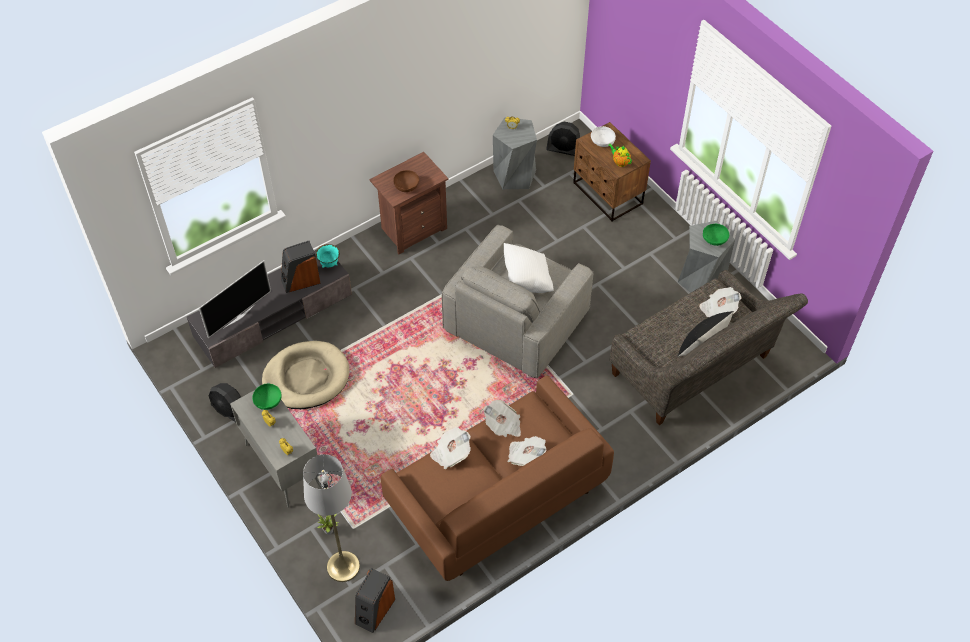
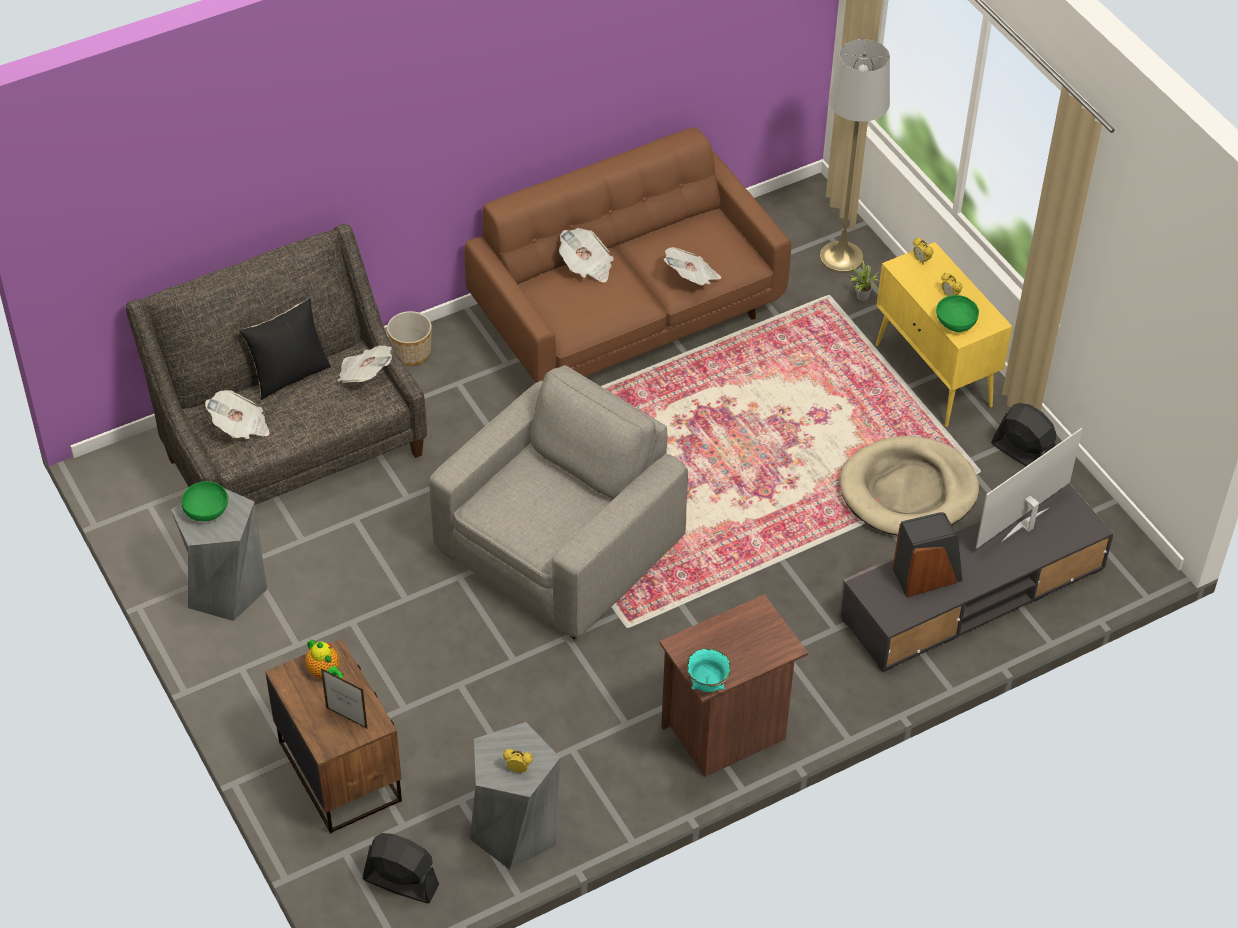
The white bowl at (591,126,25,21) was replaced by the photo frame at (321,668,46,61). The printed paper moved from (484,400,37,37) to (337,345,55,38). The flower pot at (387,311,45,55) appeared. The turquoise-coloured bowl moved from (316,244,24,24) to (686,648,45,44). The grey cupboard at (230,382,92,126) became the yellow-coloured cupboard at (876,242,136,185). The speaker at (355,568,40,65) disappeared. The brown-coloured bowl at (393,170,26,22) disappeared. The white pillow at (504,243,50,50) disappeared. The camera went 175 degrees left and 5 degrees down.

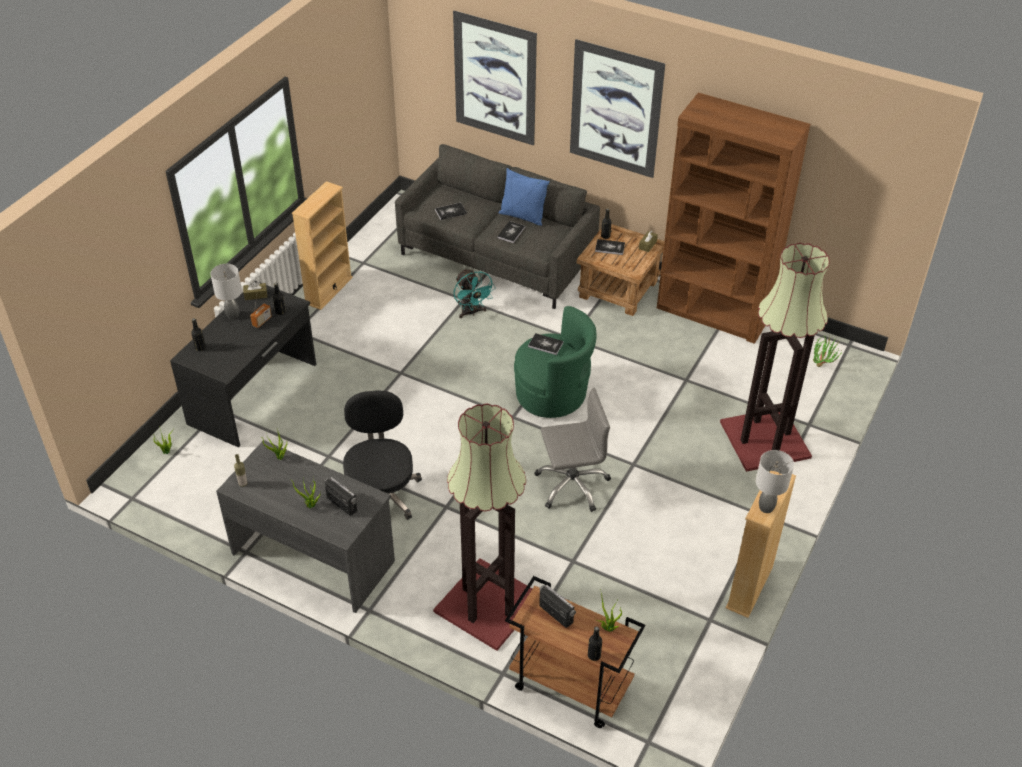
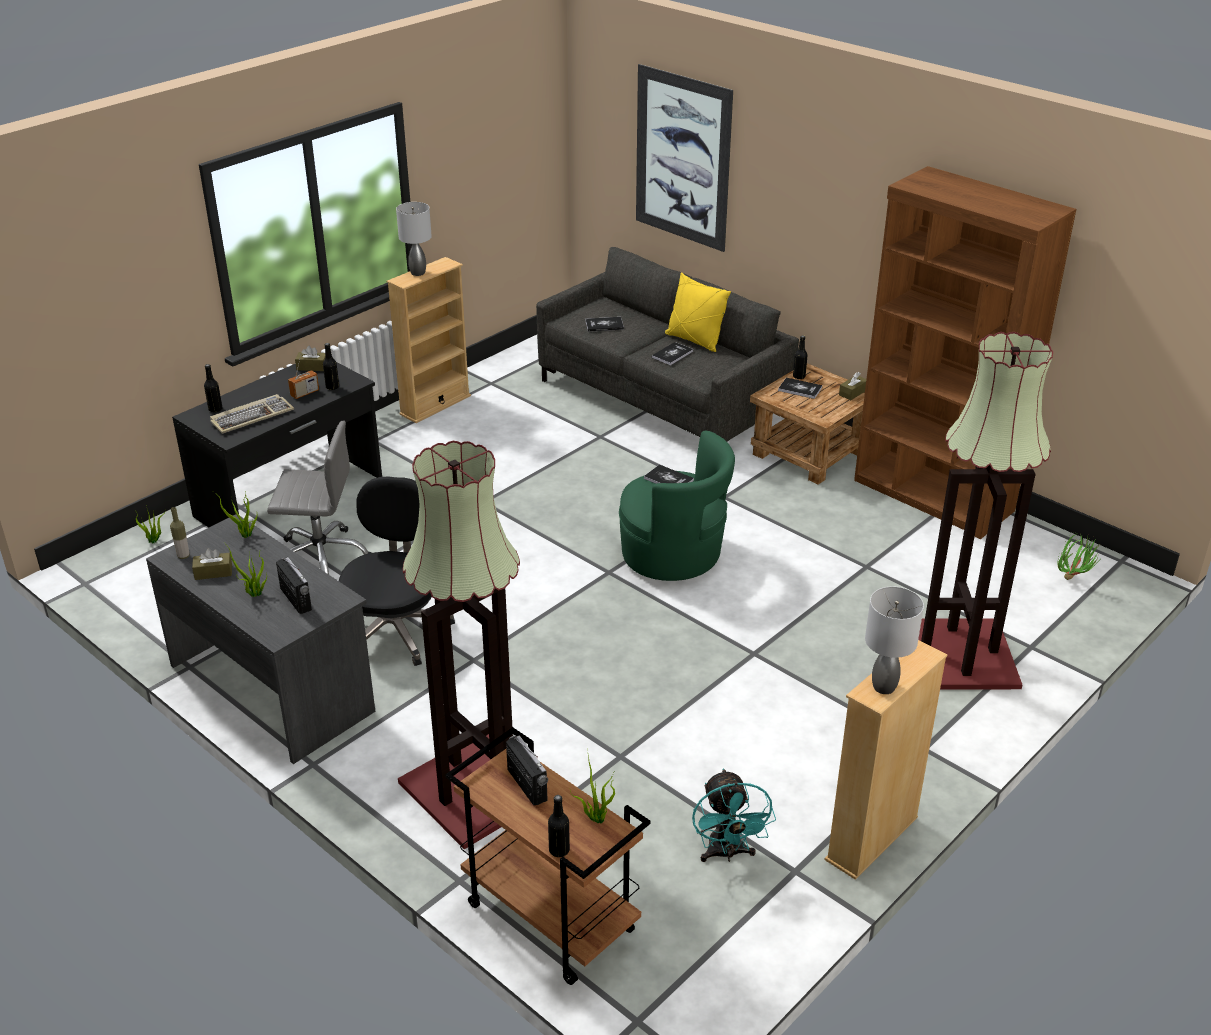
The brown-coloured box of tissues at (192,548,40,32) appeared. The keyboard at (210,394,84,40) appeared. The grey office chair moved from (534,388,77,124) to (267,421,105,153). The grey lamp for a table moved from (210,264,32,56) to (396,202,36,74). The blue pillow at (499,168,51,58) became the yellow-coloured pillow at (665,272,66,80). The turquoise-coloured cooling fan moved from (454,268,41,50) to (692,768,84,94). The wall picture at (570,39,95,139) disappeared. The camera went 15 degrees right and 10 degrees down.

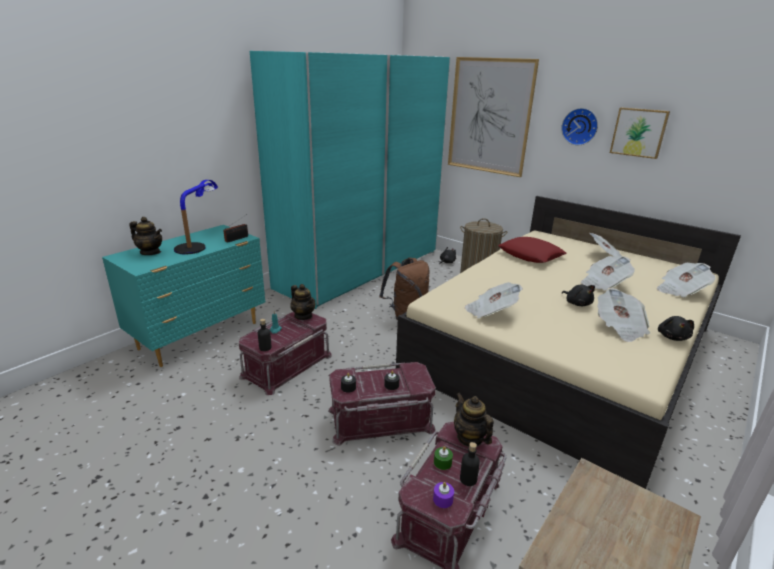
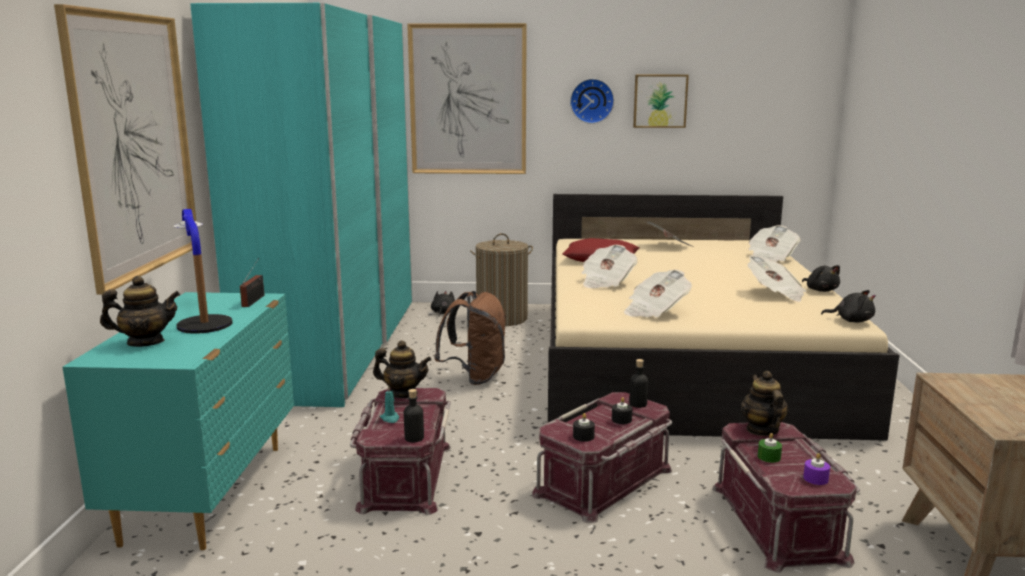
The wall picture at (54,4,143,291) appeared. The printed paper moved from (581,256,54,35) to (582,245,56,43). The black-coloured bottle moved from (460,442,20,44) to (630,359,18,49). The tea pot at (454,393,40,54) turned 60 degrees clockwise. The black-coloured cuddly toy moved from (562,285,33,21) to (821,290,55,33). The camera went 35 degrees left and 10 degrees down.

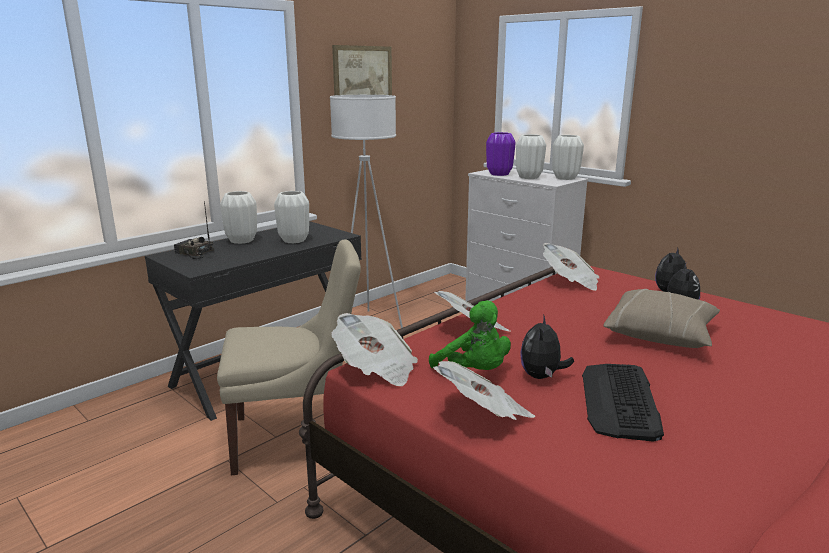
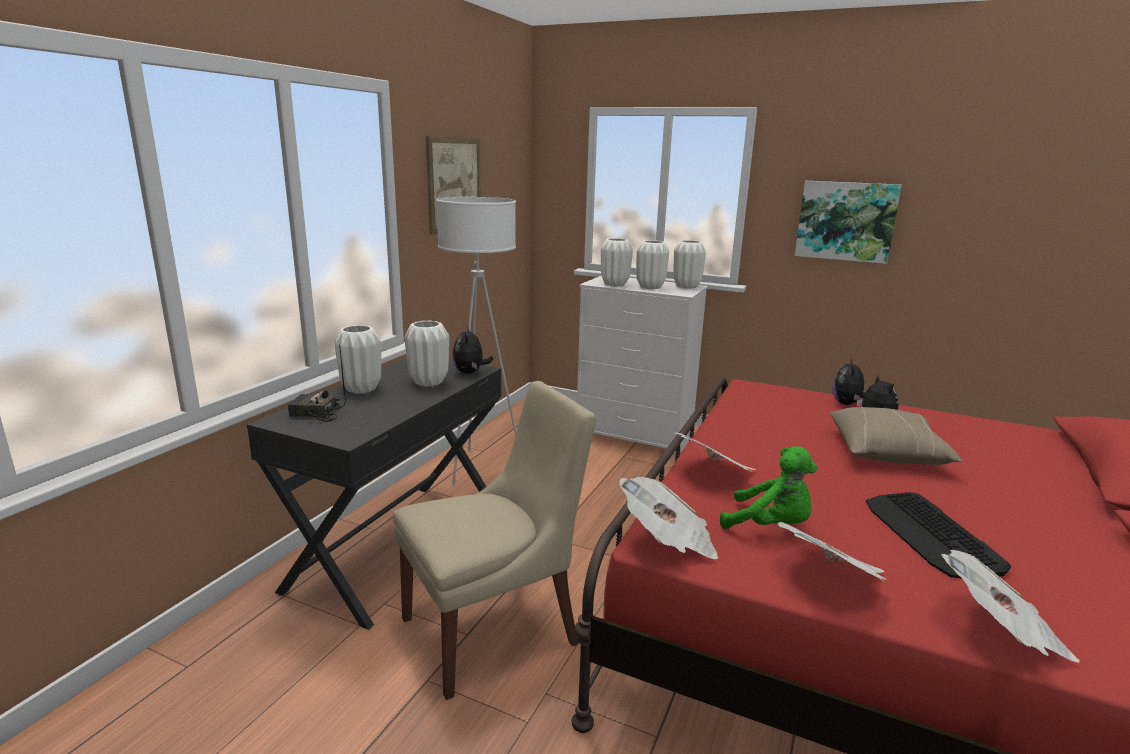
The cuddly toy moved from (520,314,54,65) to (452,325,41,49). The purple flower vase at (486,132,29,44) became the white flower vase at (601,238,32,49). The wall picture at (795,181,107,83) appeared. The printed paper moved from (543,243,56,48) to (941,550,139,113). The camera went 20 degrees left and 0 degrees up.

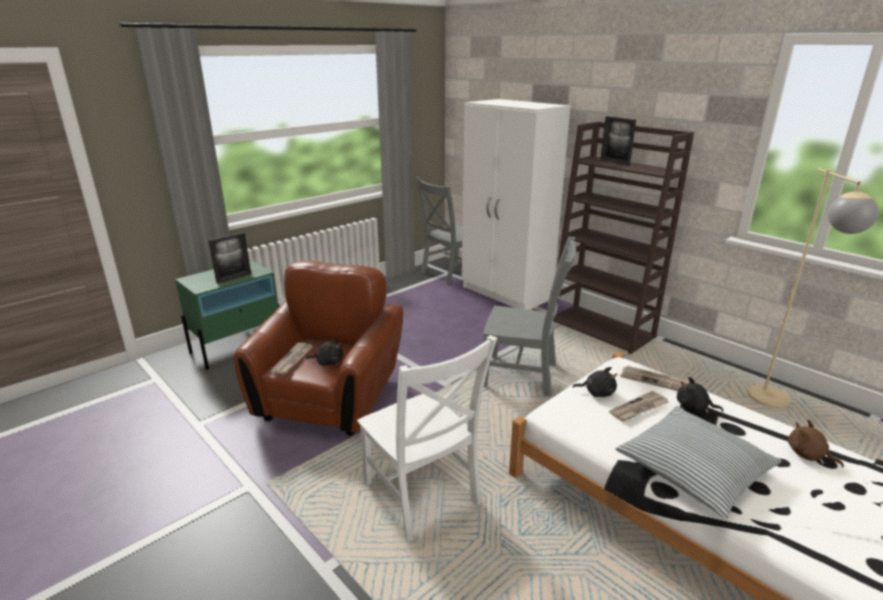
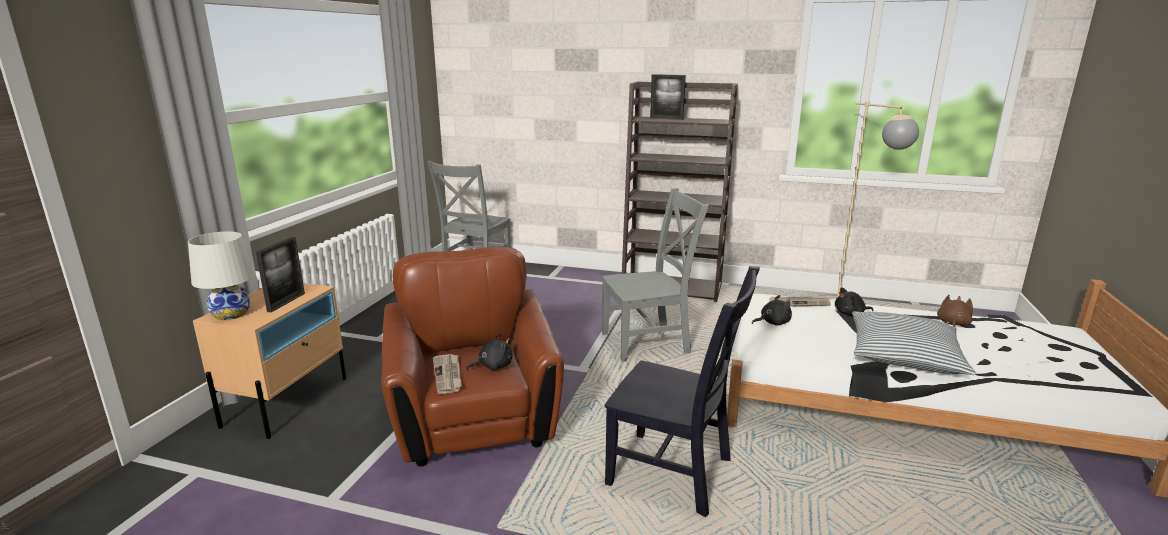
The white lamp for a table at (188,231,66,89) appeared. The greenish night table at (175,260,104,110) became the sand-coloured night table at (193,283,153,156). The white upright chair at (357,335,140,207) became the black-coloured upright chair at (604,266,156,251). The brown-coloured cuddly toy at (788,419,56,48) turned 105 degrees clockwise. The white wardrobe at (462,99,109,211) disappeared. The printed paper at (609,391,60,30) disappeared. The camera went 30 degrees left and 5 degrees down.

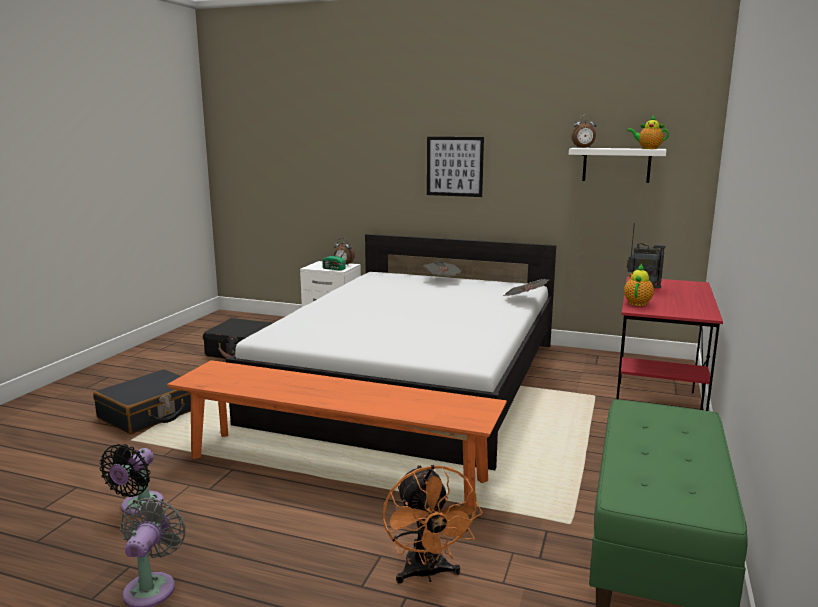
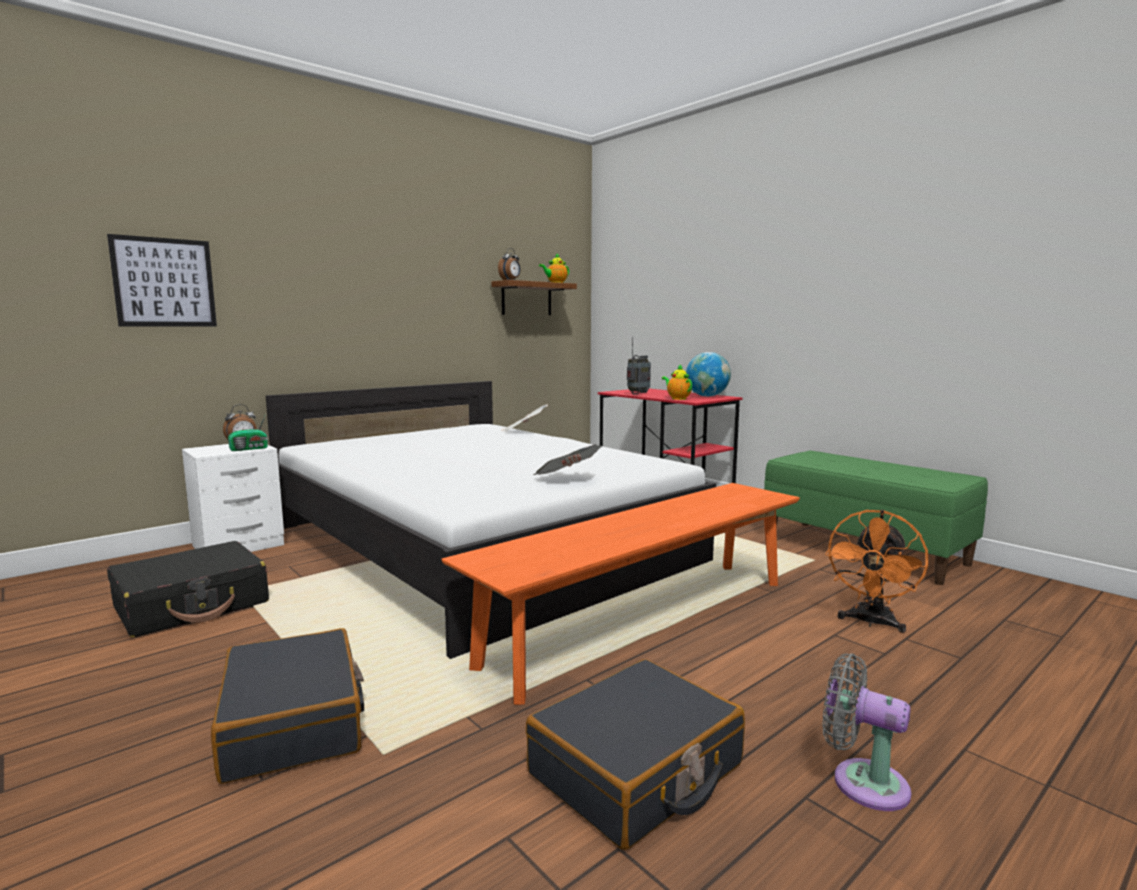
The wall picture moved from (427,137,57,60) to (107,234,110,93). The white wall shelf at (569,148,98,35) became the brown-coloured wall shelf at (492,280,85,35). The black-coloured cooling fan at (100,444,64,72) was replaced by the black-coloured travel case at (526,659,219,191). The printed paper moved from (423,262,39,15) to (533,444,69,31). The desk globe at (686,352,45,45) appeared. The orangey cooling fan at (382,465,101,119) turned 105 degrees clockwise. The camera went 60 degrees left and 5 degrees down.

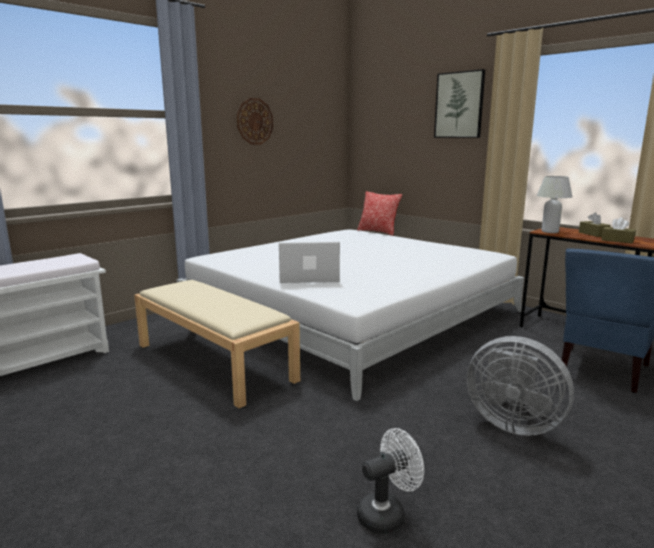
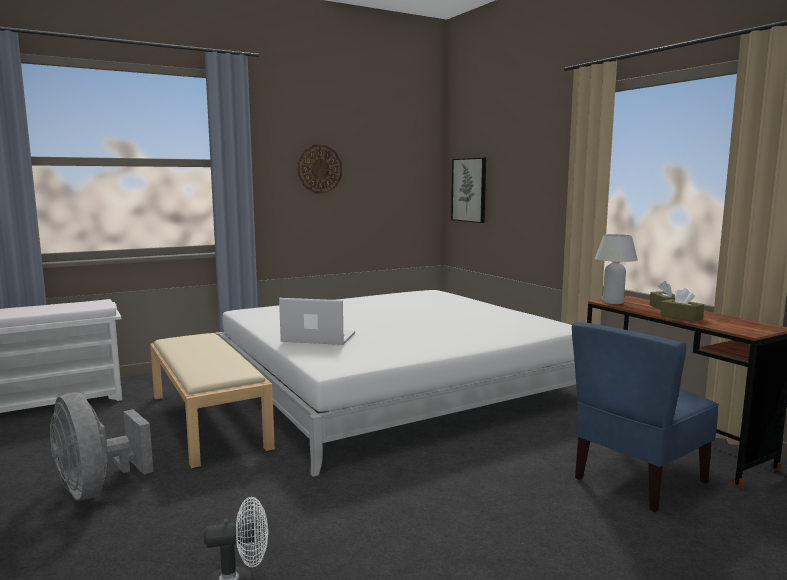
The grey cooling fan moved from (467,336,107,100) to (50,392,103,108). The wall picture moved from (434,69,51,69) to (451,158,35,65). The pillow at (357,191,45,45) disappeared. The camera went 15 degrees right and 5 degrees down.

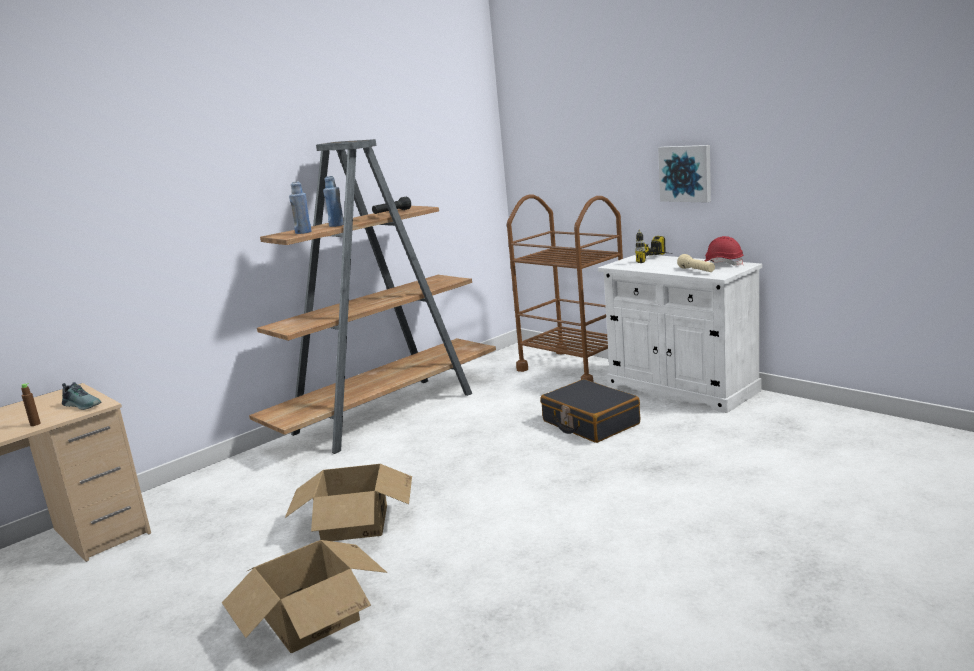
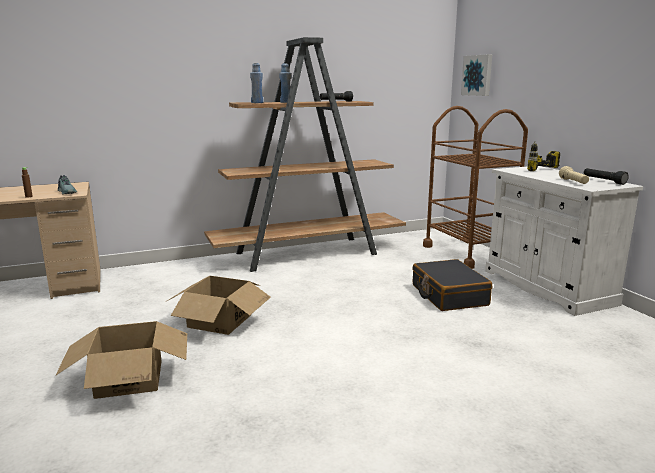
The wall picture moved from (658,145,53,57) to (461,54,31,42). The reddish work helmet at (705,236,39,30) was replaced by the black-coloured torch at (584,168,45,17). The camera went 20 degrees right and 0 degrees up.

